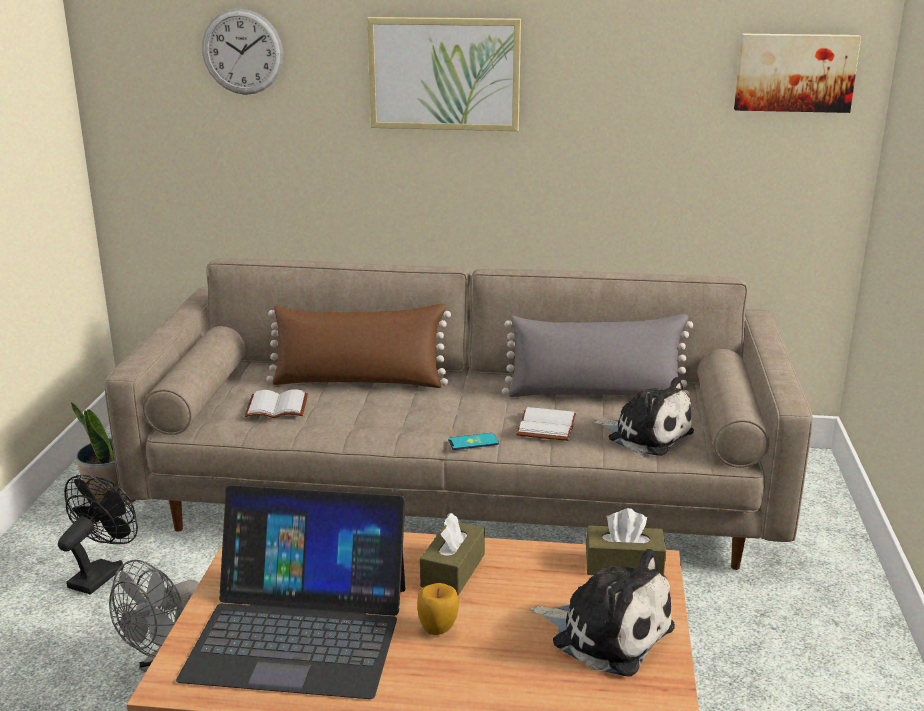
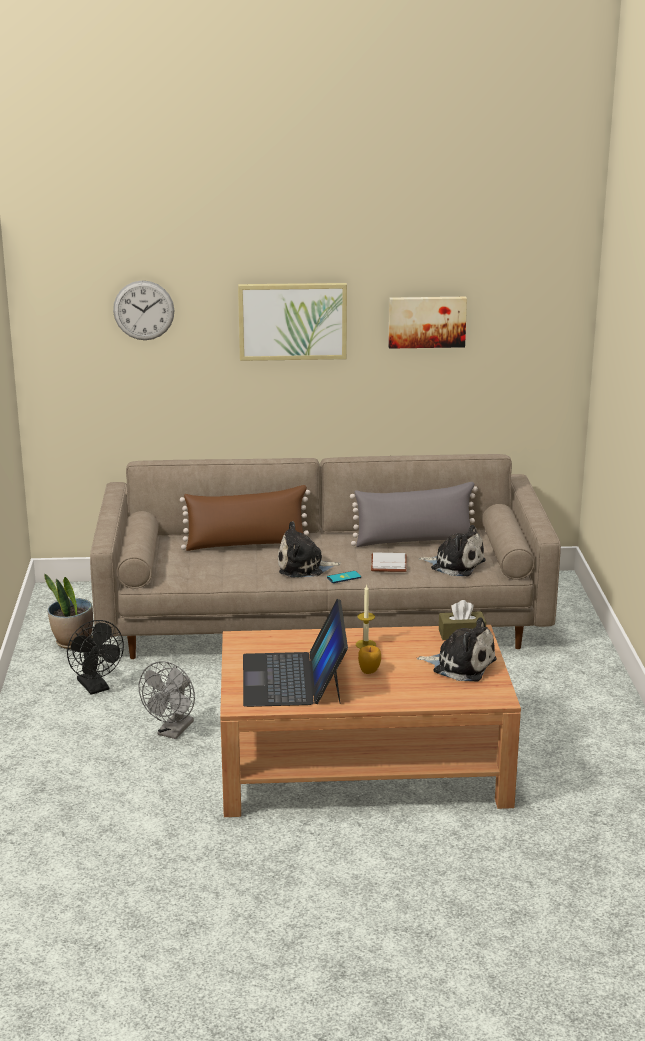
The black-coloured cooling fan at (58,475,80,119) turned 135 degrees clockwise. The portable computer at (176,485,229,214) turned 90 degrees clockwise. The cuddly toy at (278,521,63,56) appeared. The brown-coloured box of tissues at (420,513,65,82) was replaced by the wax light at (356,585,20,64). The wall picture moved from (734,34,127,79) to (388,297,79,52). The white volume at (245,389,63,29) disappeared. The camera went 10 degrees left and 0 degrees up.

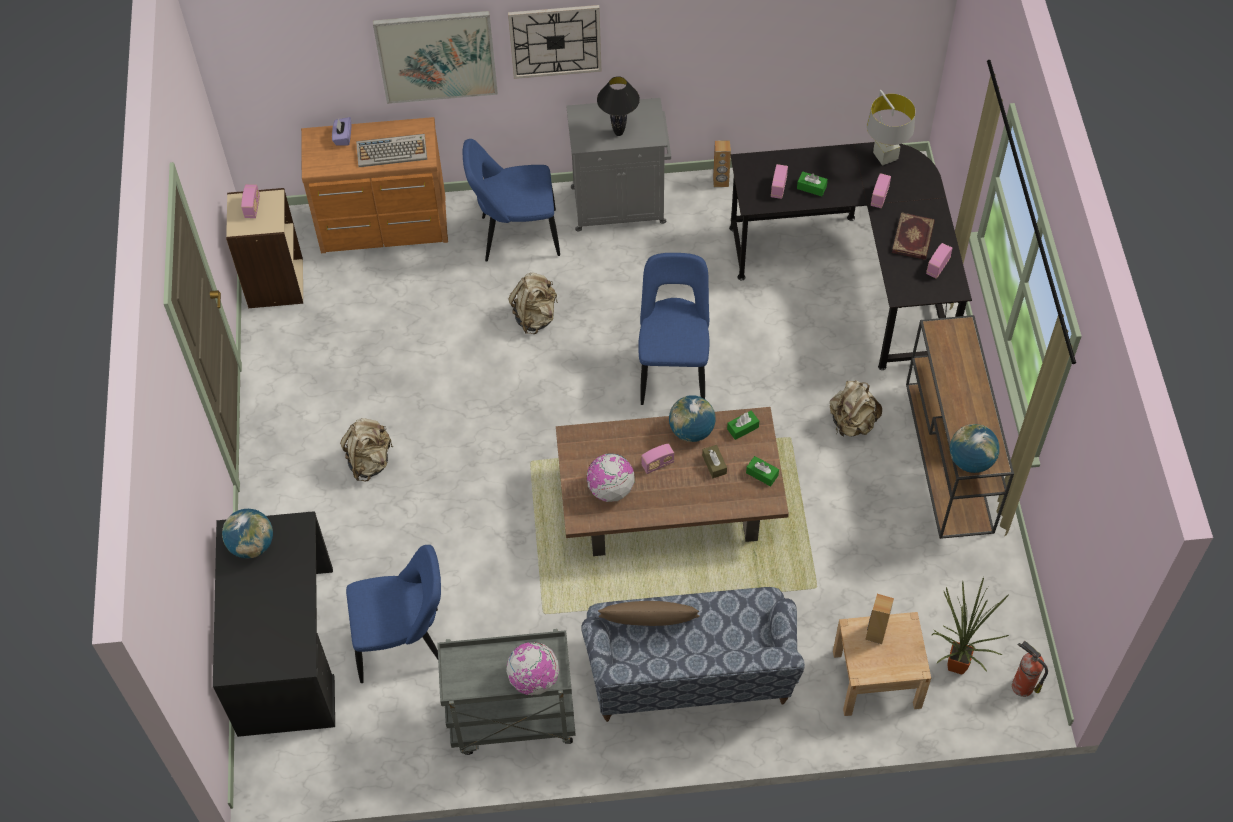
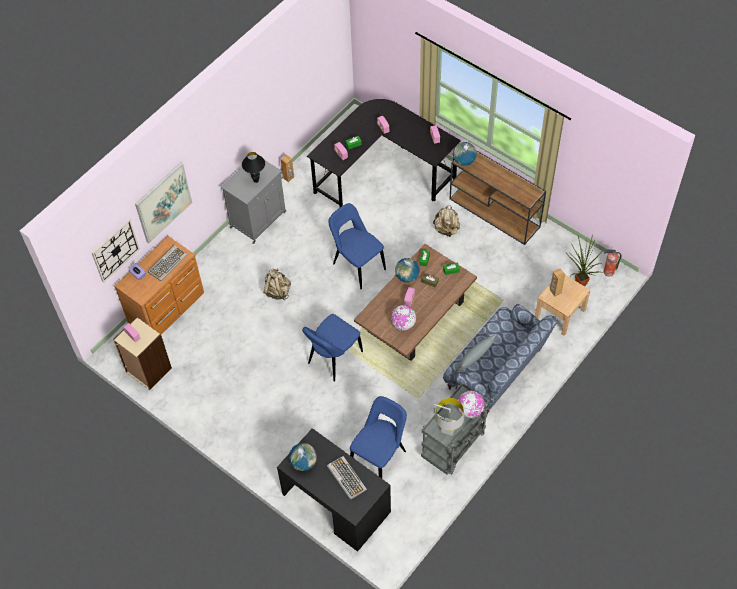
The wall clock moved from (508,5,93,74) to (92,219,48,64). The blue upright chair moved from (463,139,97,123) to (302,314,61,68). The keyboard at (327,456,40,44) appeared. The grey lamp for a table moved from (867,90,48,76) to (434,398,30,38). The desk globe moved from (950,424,50,49) to (453,142,24,24). The brown-coloured pillow at (598,601,101,25) became the grey pillow at (454,335,42,39). The sand-coloured knapsack at (340,418,53,64) disappeared. The volume at (892,212,43,47) disappeared. The camera went 45 degrees left and 0 degrees up.

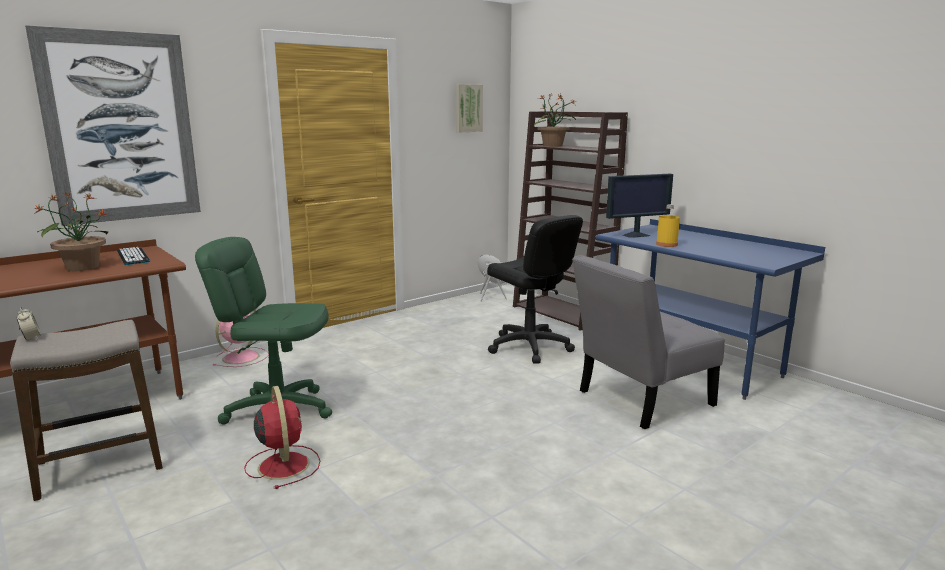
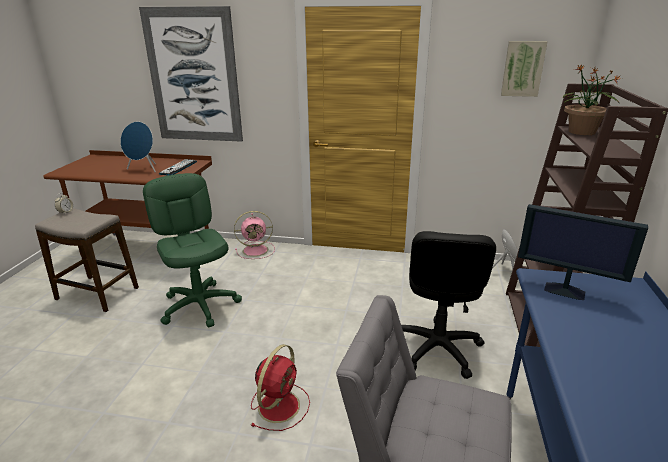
The potted plant at (34,191,74,80) was replaced by the blue speaker at (120,121,36,51). The reddish cooling fan moved from (244,386,76,103) to (250,344,60,87). The yellow-coloured bottle at (656,204,24,43) disappeared. The camera went 50 degrees right and 10 degrees up.

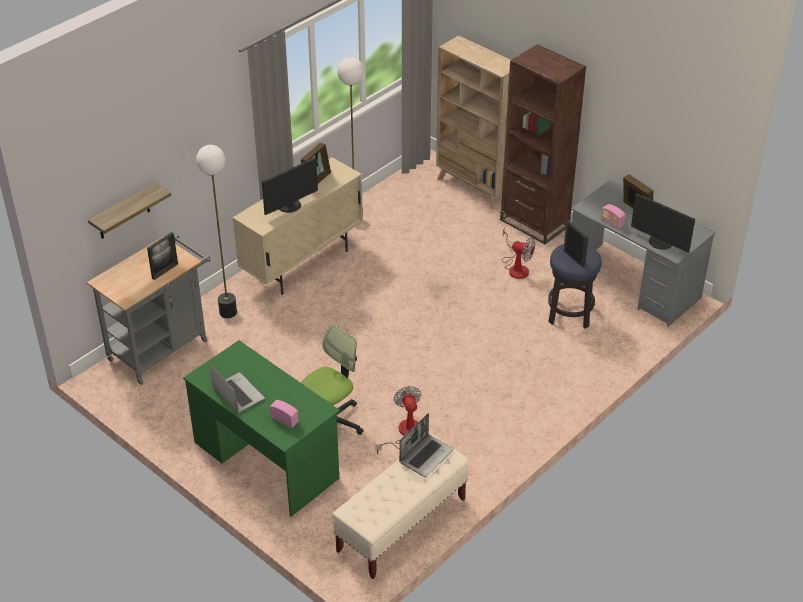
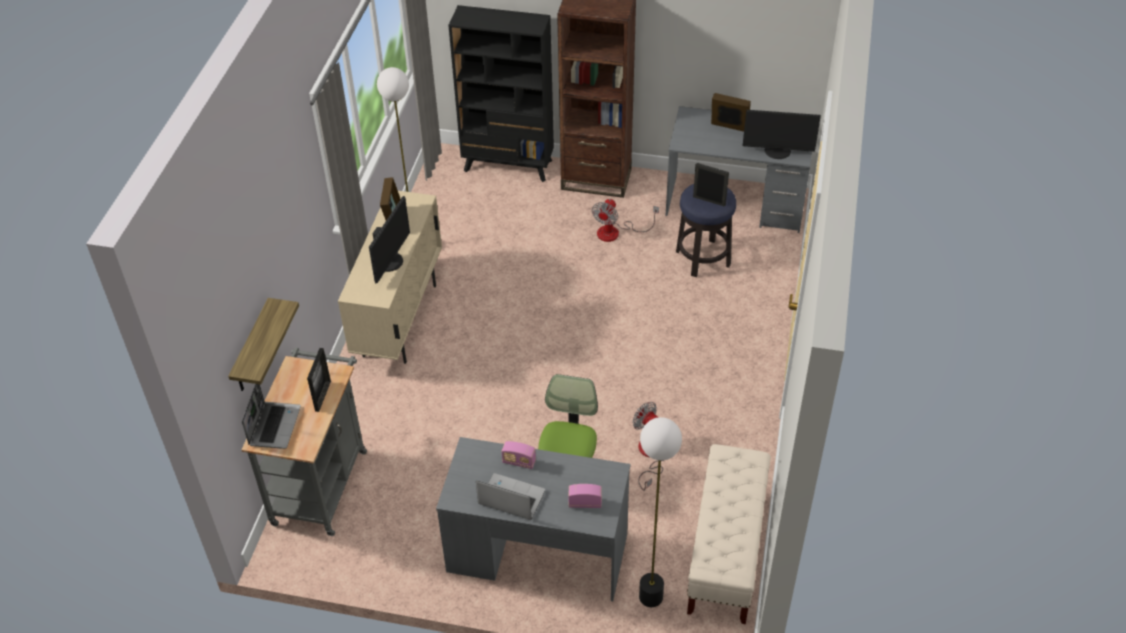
The portable computer moved from (399,413,55,64) to (242,384,59,65). The greenish desk table at (183,340,157,177) became the grey desk table at (436,437,195,164). The sand-coloured bookshelf at (436,35,75,174) became the black-coloured bookshelf at (448,5,106,177). The radio receiver moved from (601,204,25,25) to (501,441,35,28). The cooling fan at (502,228,33,51) turned 120 degrees clockwise. The standard lamp moved from (196,145,41,173) to (639,417,43,190). The camera went 30 degrees left and 5 degrees up.

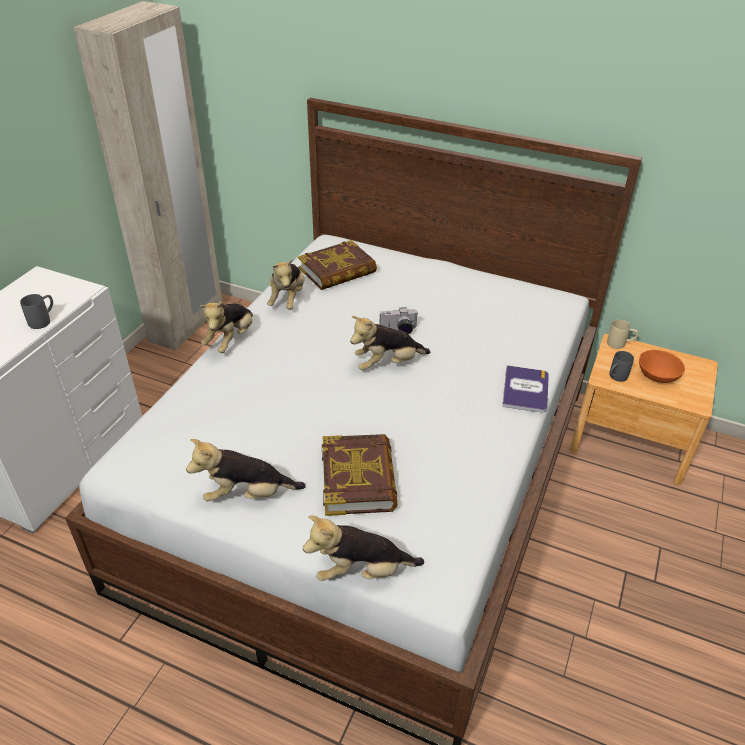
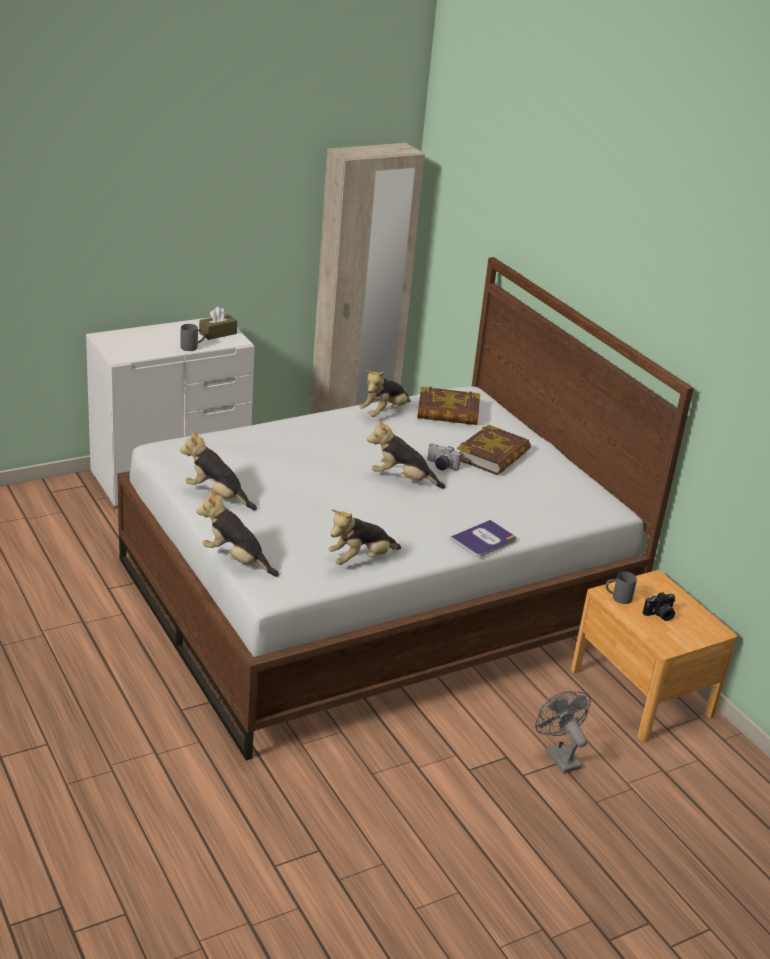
The brown-coloured box of tissues at (199,306,38,34) appeared. The cuddly toy moved from (200,301,53,52) to (328,509,73,56). The volume moved from (322,434,76,82) to (457,424,74,51). The grey cooling fan at (535,691,56,82) appeared. The orangey bowl at (639,350,46,33) was replaced by the still camera at (642,592,34,29). The sand-coloured mug at (607,320,31,29) disappeared. The camera went 35 degrees right and 10 degrees down.

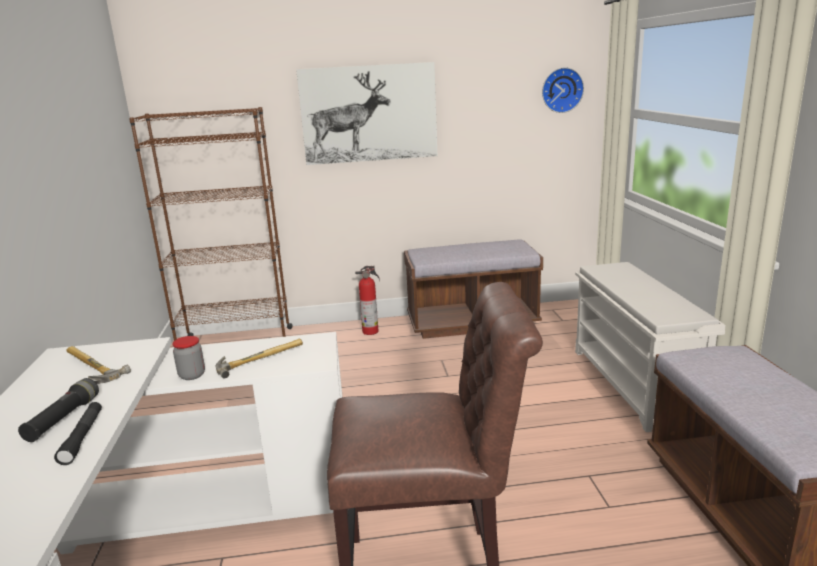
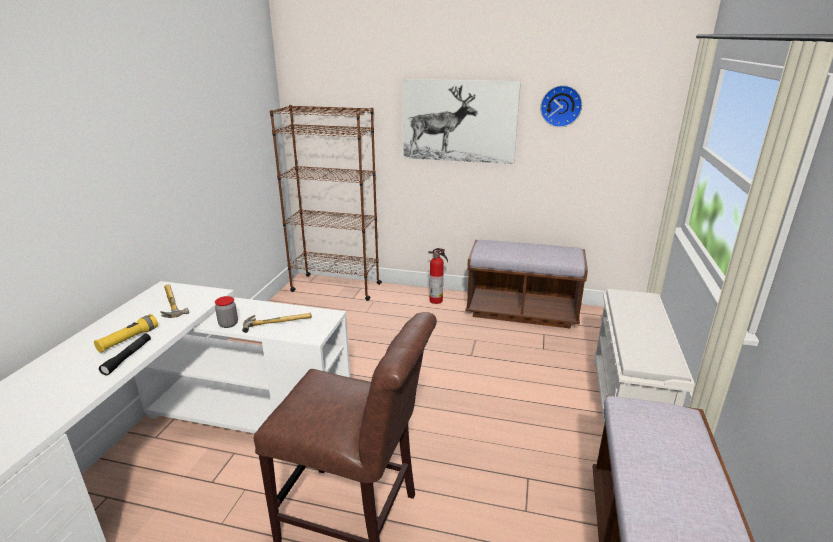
The black-coloured torch at (18,378,81,64) became the yellow-coloured torch at (94,314,64,39). The wall clock moved from (542,67,42,46) to (540,85,42,42). The camera went 20 degrees right and 5 degrees up.

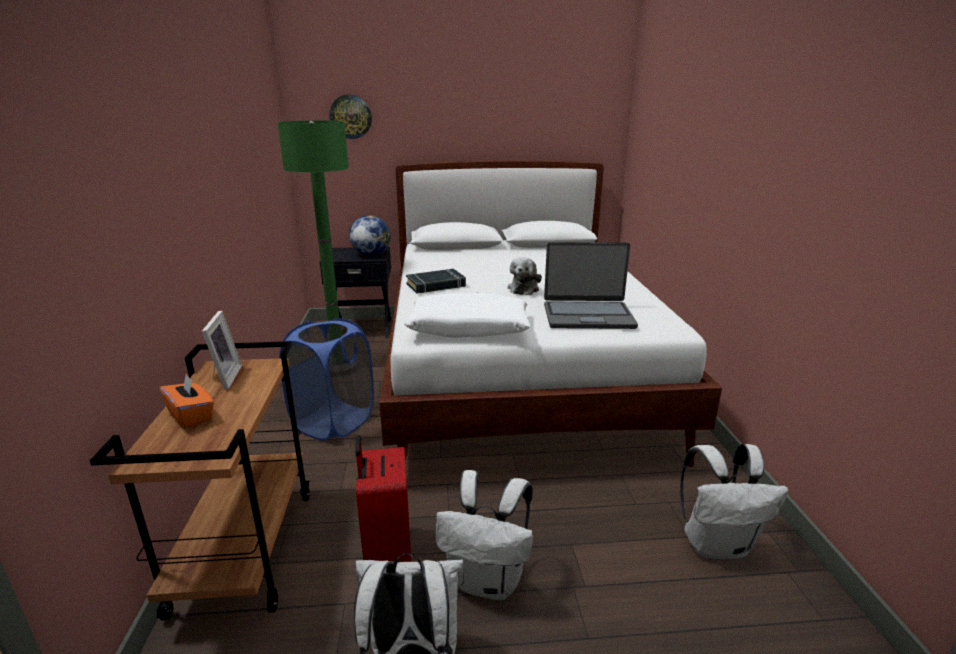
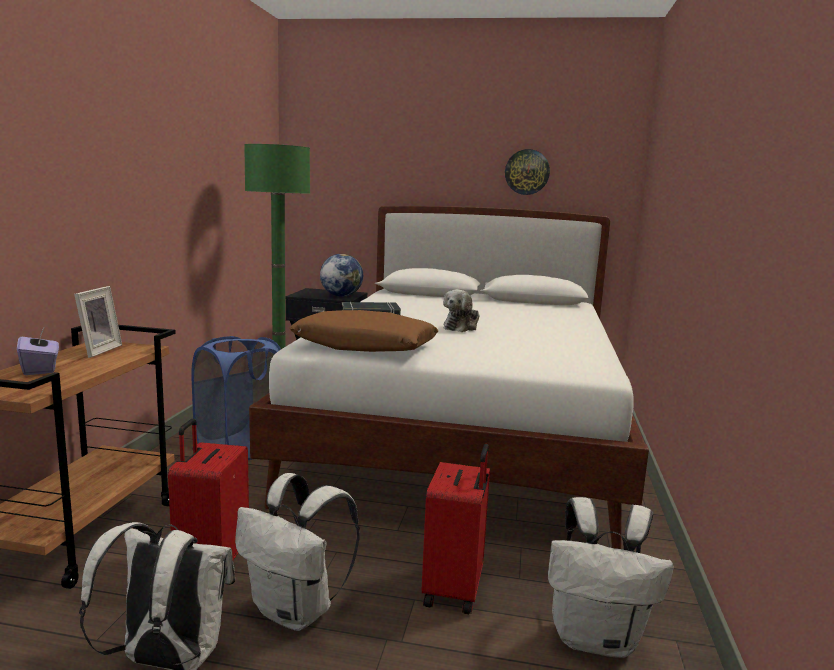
The orangey box of tissues at (159,374,55,55) became the purple box of tissues at (17,326,42,49). The white pillow at (404,293,127,45) became the brown-coloured pillow at (290,310,148,42). The reddish travel case at (422,444,68,170) appeared. The wall clock moved from (329,95,43,44) to (505,149,45,46). The portable computer at (544,242,94,87) disappeared. The camera went 15 degrees right and 10 degrees down.

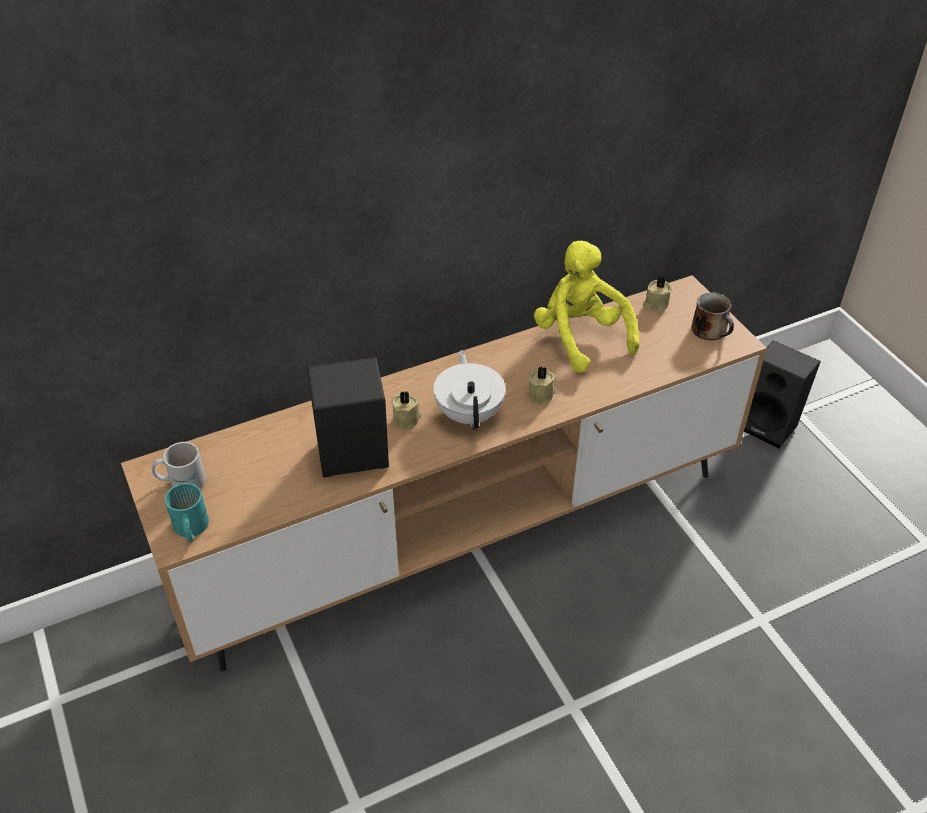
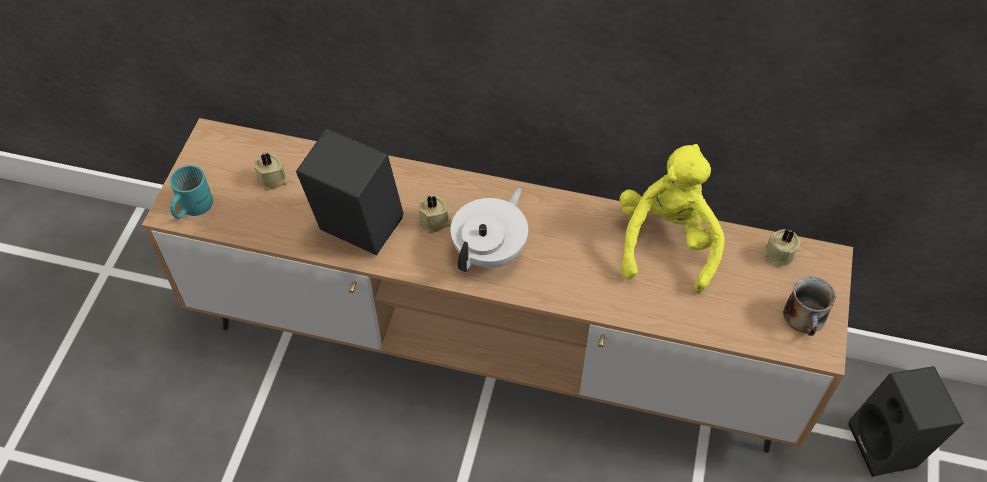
The sand-coloured wax light moved from (529,367,27,38) to (254,152,35,39). The white mug at (151,442,55,47) disappeared. The camera went 40 degrees right and 10 degrees up.

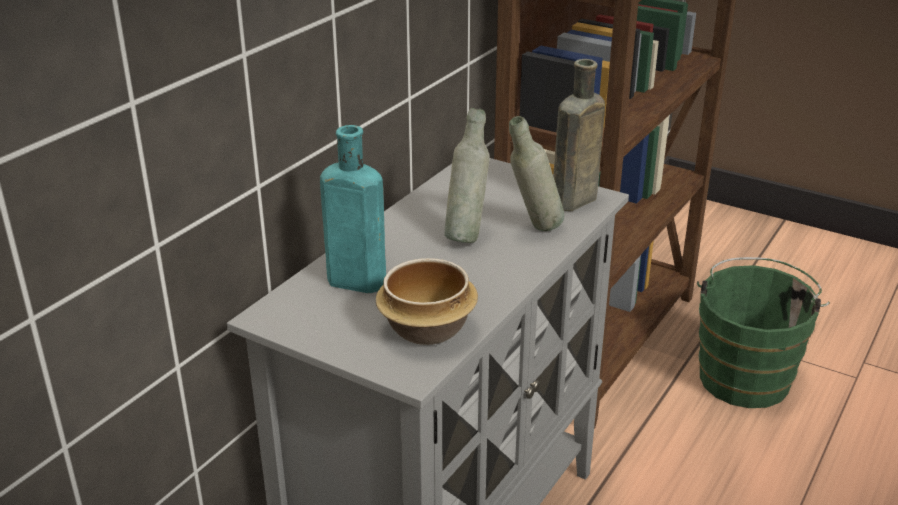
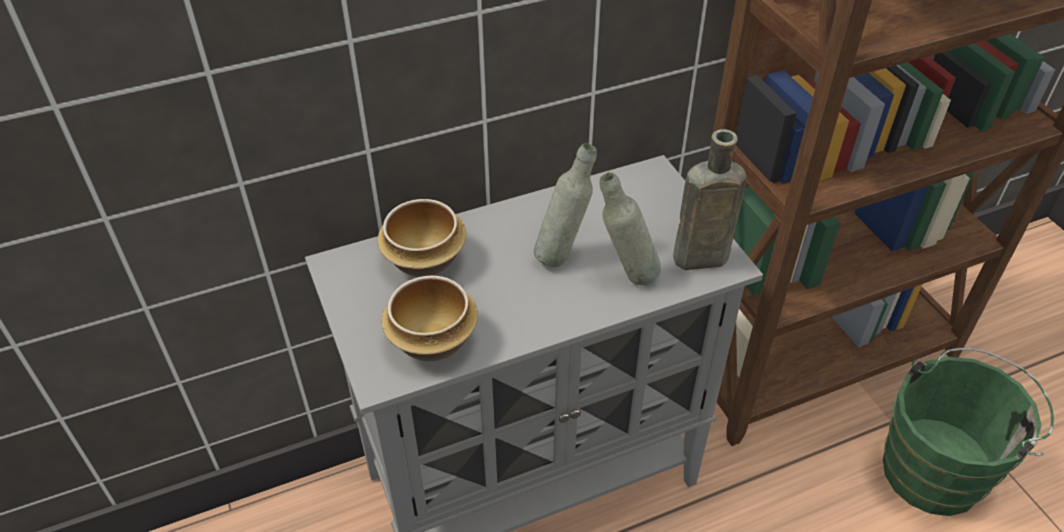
The turquoise-coloured bottle at (320,125,66,168) was replaced by the bowl at (378,199,88,78). The camera went 35 degrees right and 15 degrees up.

